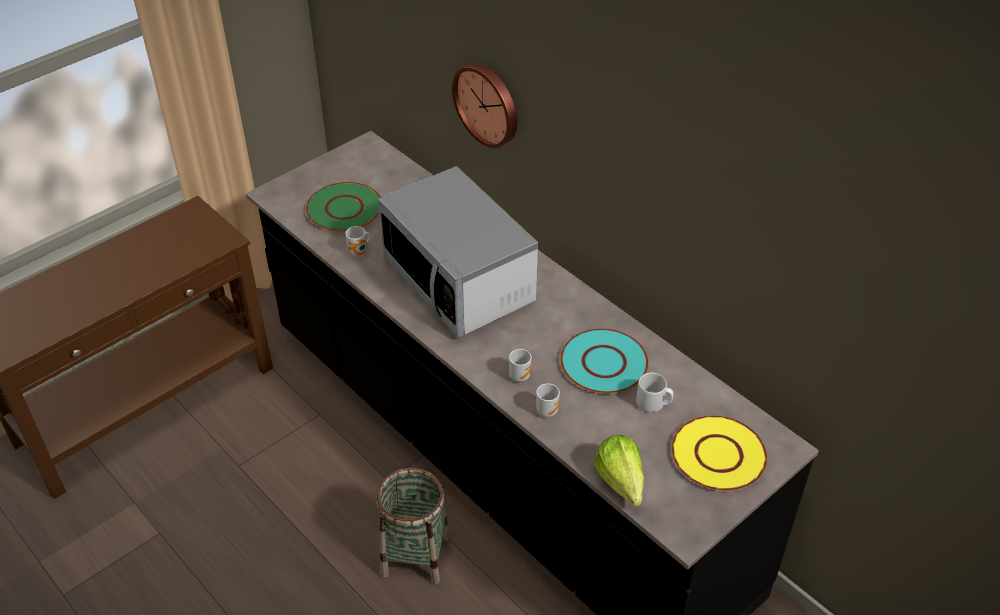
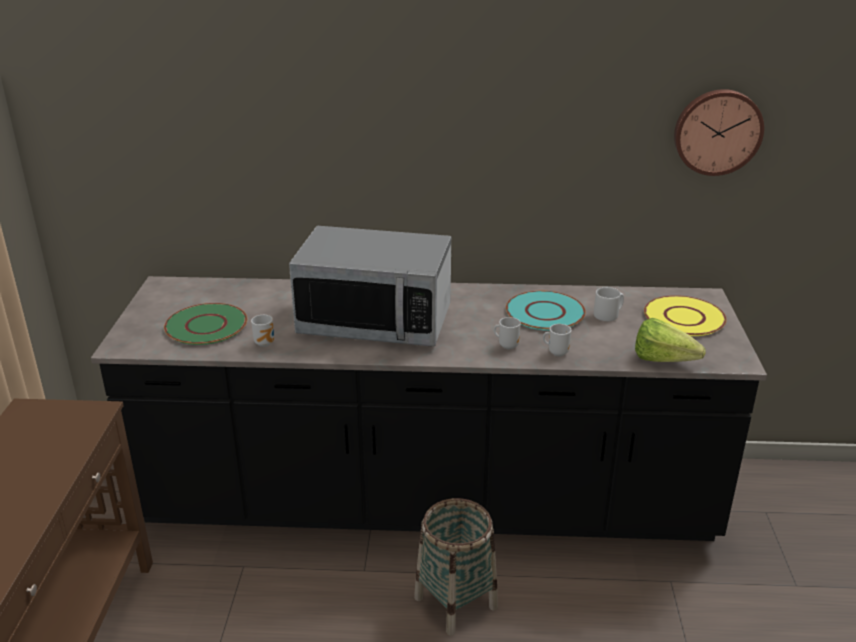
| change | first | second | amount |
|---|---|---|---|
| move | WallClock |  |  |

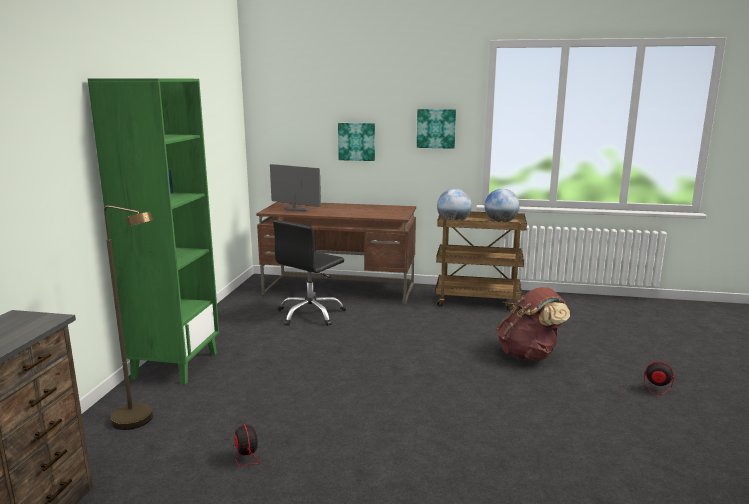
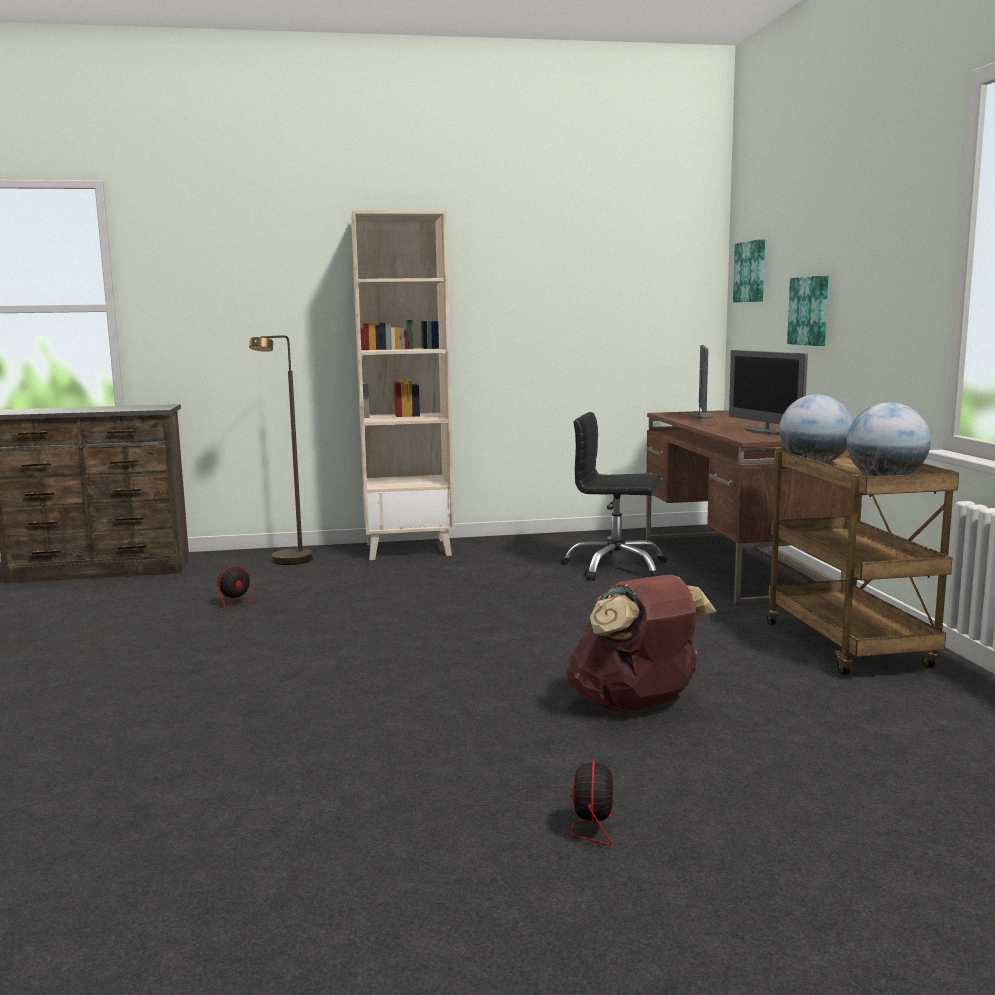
| change | first | second | amount |
|---|---|---|---|
| recolor | GreenishShelvingUnit | SandColouredShelvingUnit |  |
| move | WallPicture (2nd from left in the first image) | WallPicture (1st from left) |  |
| insert |  | Monitor (2nd from left) |  |

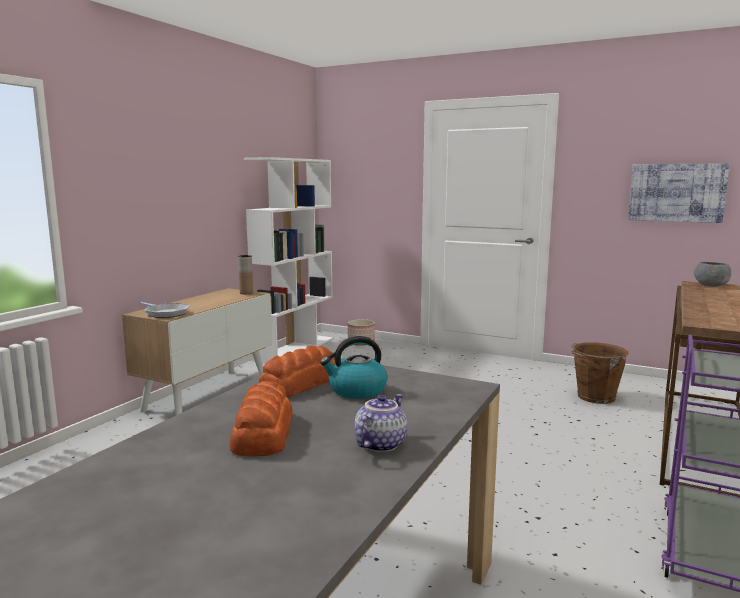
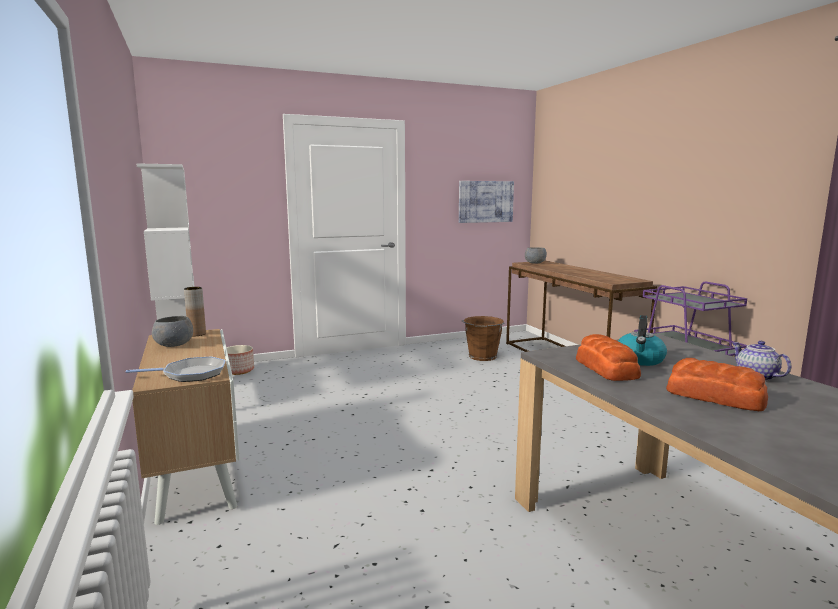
| change | first | second | amount |
|---|---|---|---|
| insert |  | GreyishDeepDish (1st from left) |  |

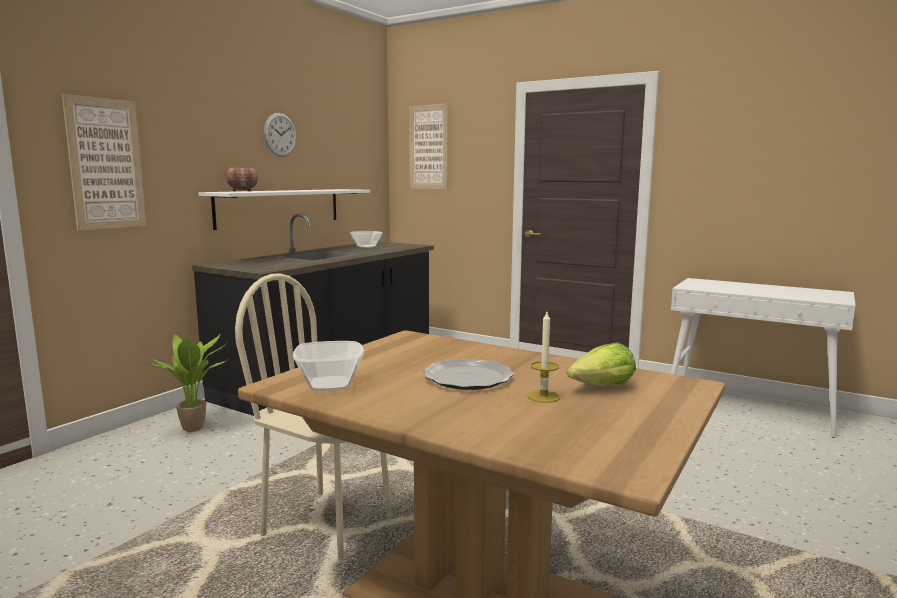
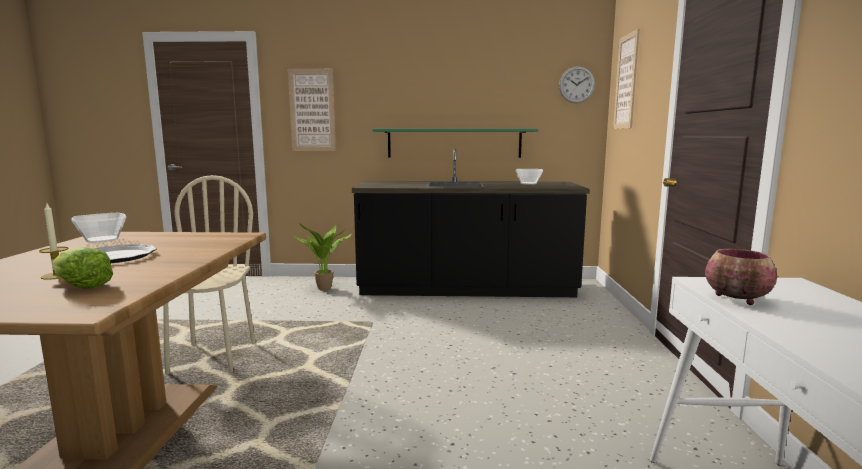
| change | first | second | amount |
|---|---|---|---|
| recolor | WhiteColouredBracketShelf | GreenishBracketShelf |  |
| move | DeepDish (1st from left in the first image) | DeepDish (3rd from left) |  |
| move | WallClock |  |  |

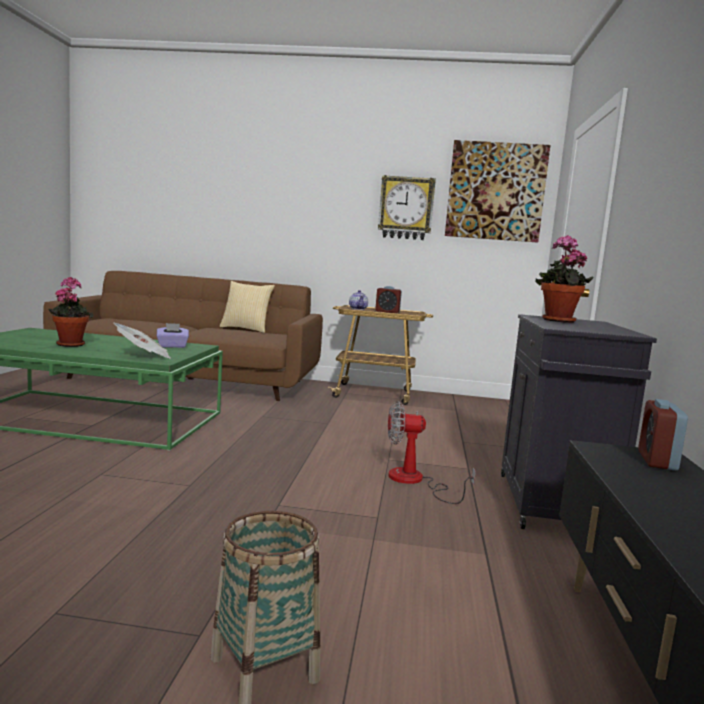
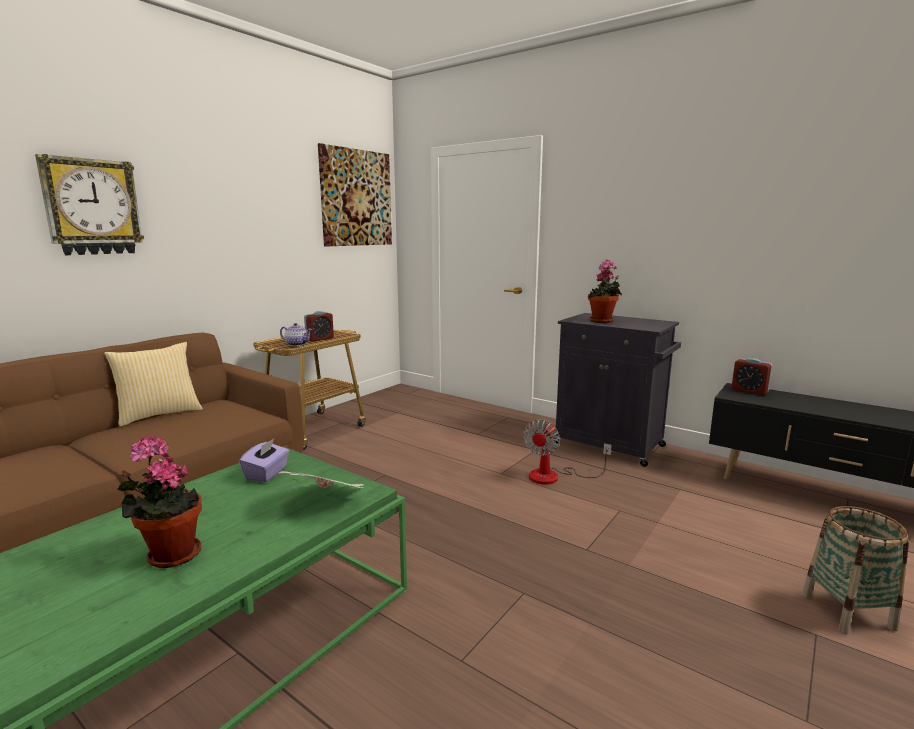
| change | first | second | amount |
|---|---|---|---|
| move | WallClock |  |  |

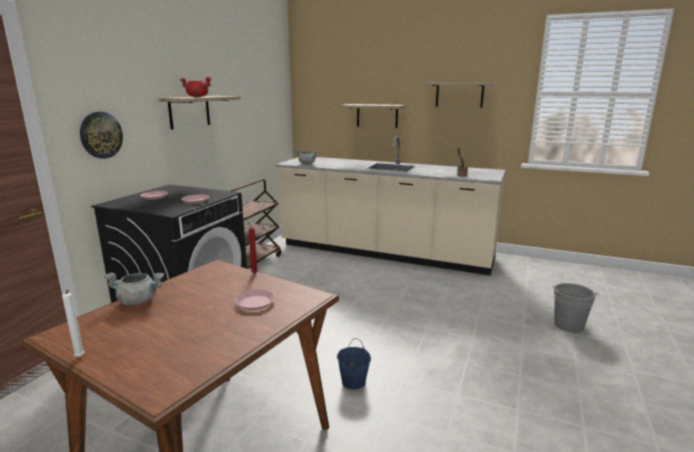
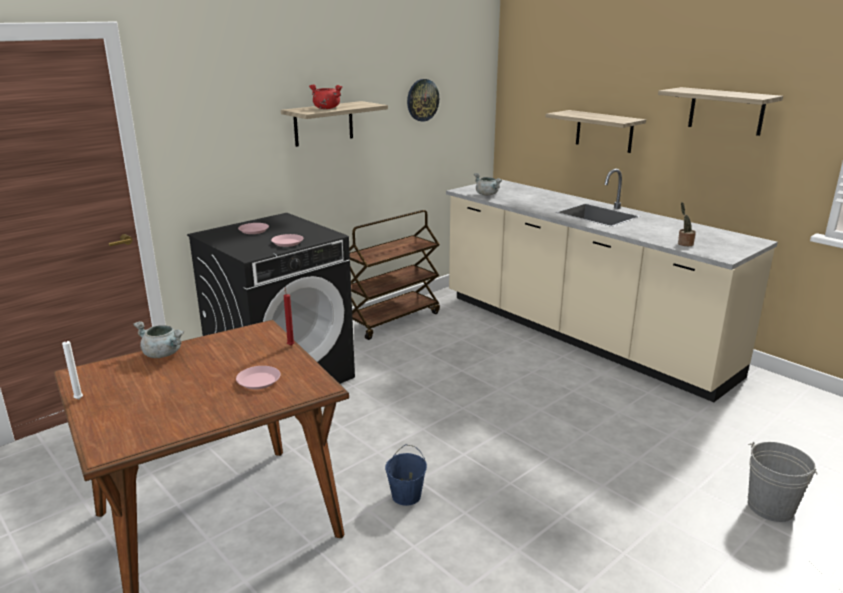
| change | first | second | amount |
|---|---|---|---|
| move | WallClock |  |  |

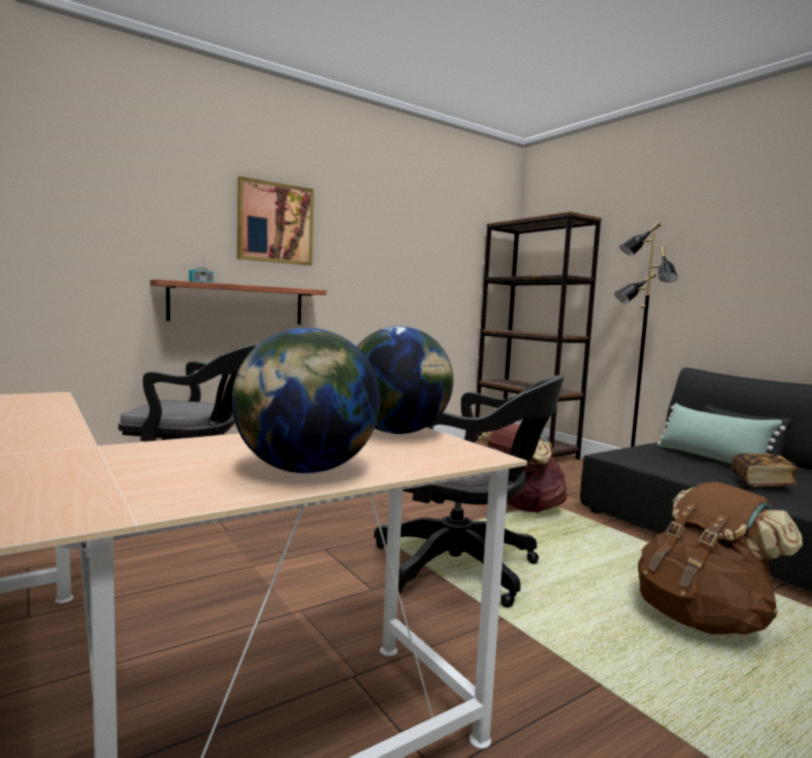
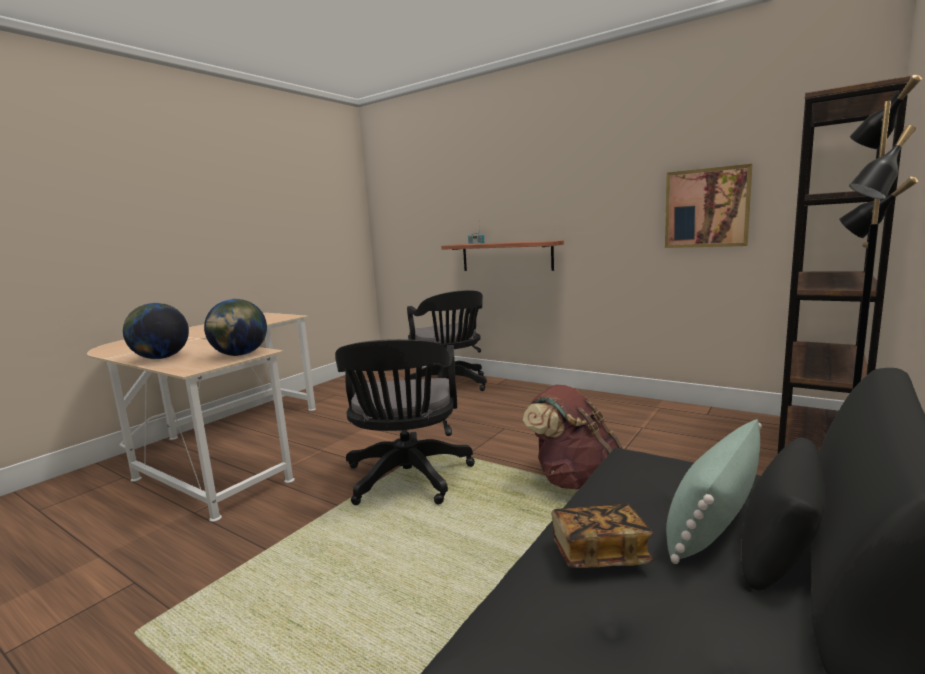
| change | first | second | amount |
|---|---|---|---|
| move | WallPicture |  |  |
| delete | BrownColouredBackpack (2nd from left) |  |  |

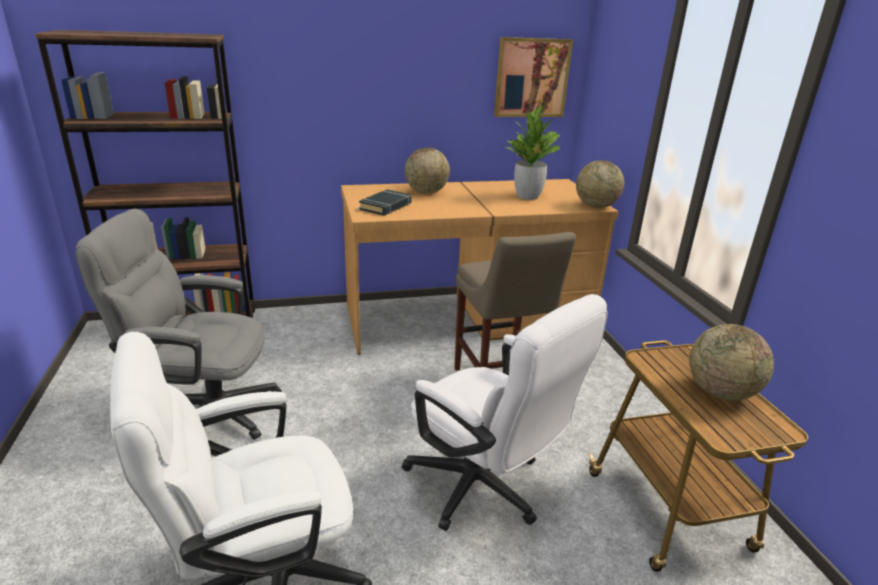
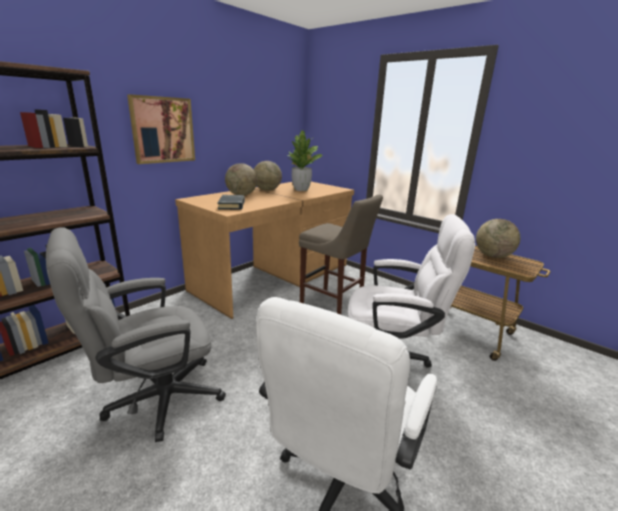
| change | first | second | amount |
|---|---|---|---|
| move | WallPicture |  |  |
| move | WorldGlobe (2nd from left) |  |  |

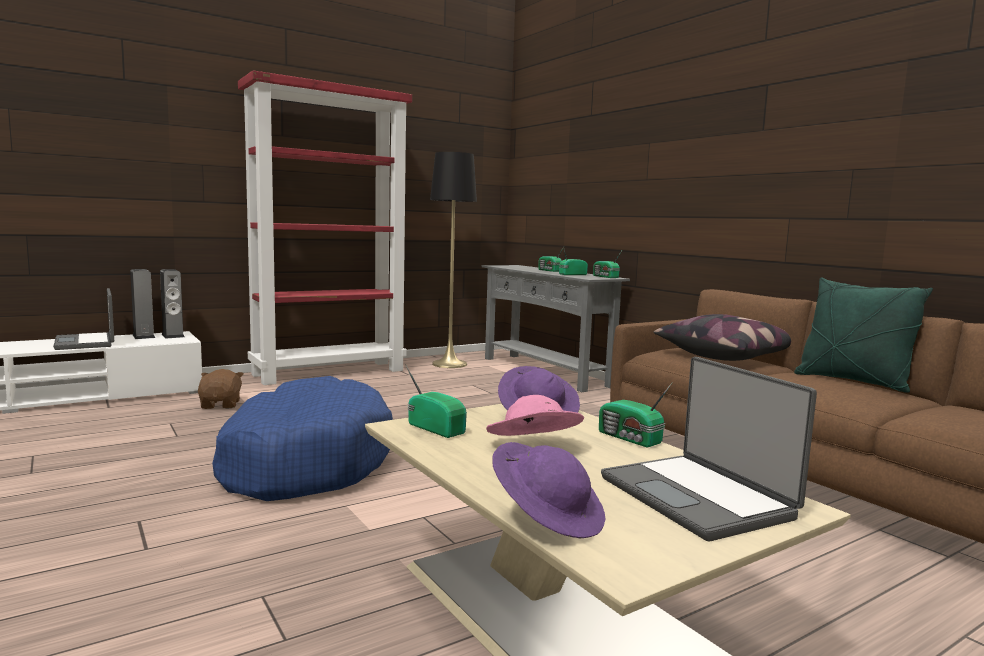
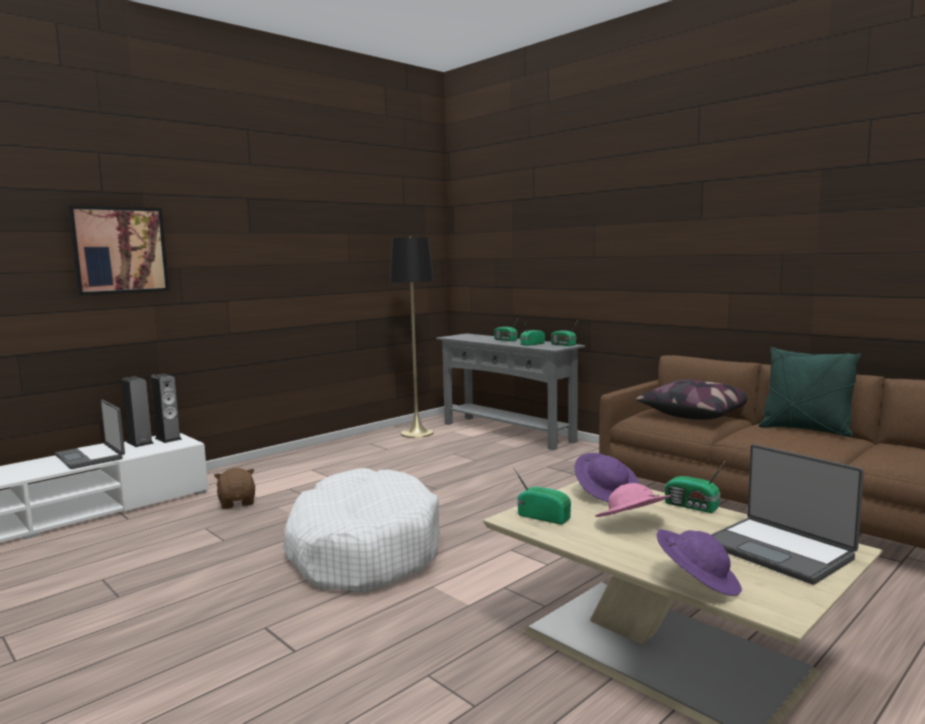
| change | first | second | amount |
|---|---|---|---|
| recolor | BlueColouredDogBed | WhiteColouredDogBed |  |
| delete | RedColouredShelvingUnit |  |  |
| insert |  | WallPicture |  |

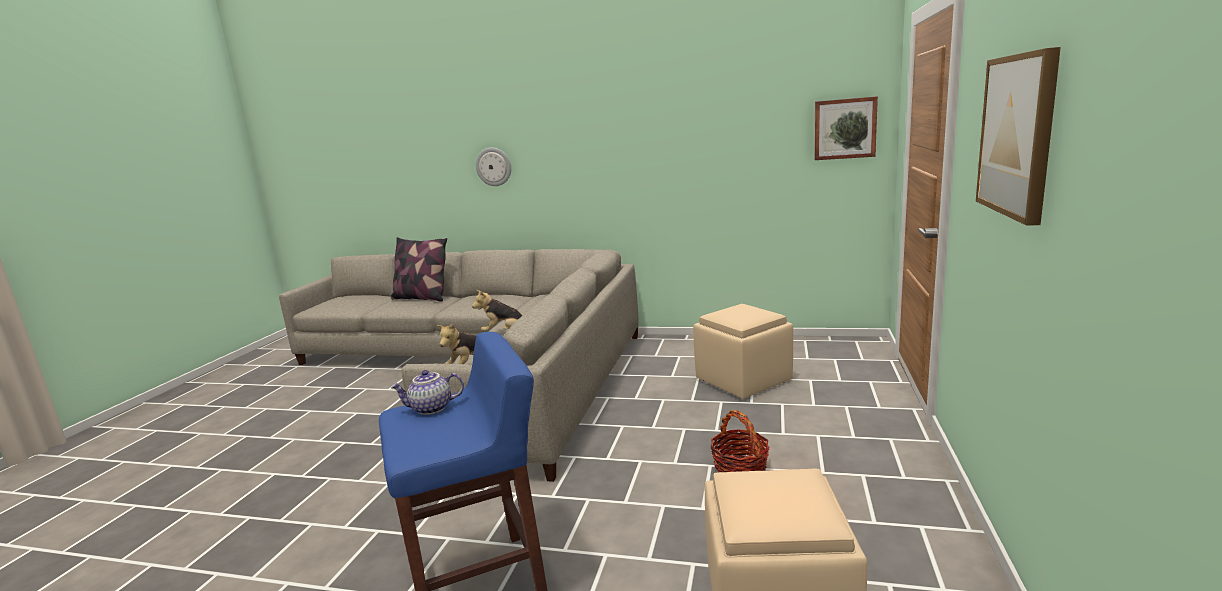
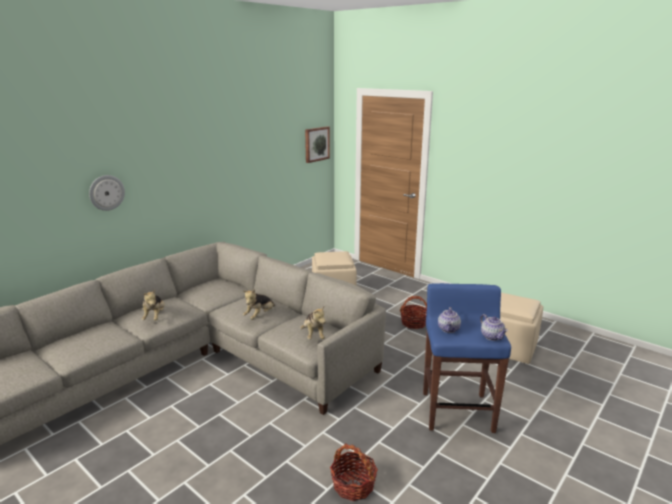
| change | first | second | amount |
|---|---|---|---|
| delete | ThrowPillow |  |  |
| delete | WallPicture (2nd from left) |  |  |
| insert |  | PlushToy (1st from left) |  |
| insert |  | HouseholdBasket (1st from left) |  |
| insert |  | Teapot (2nd from left) |  |

